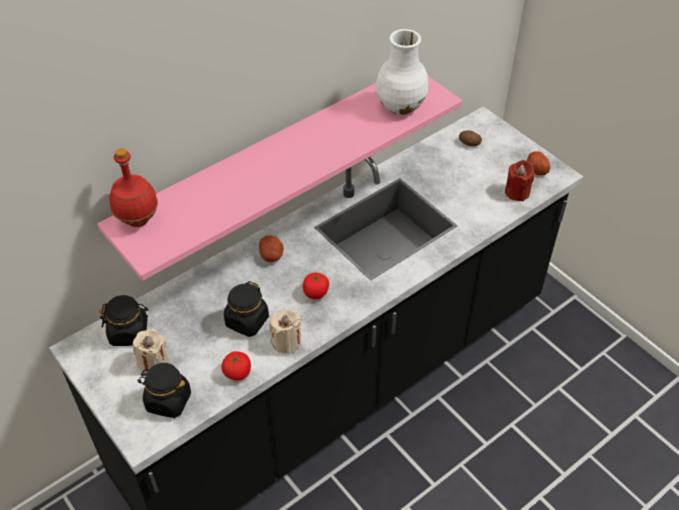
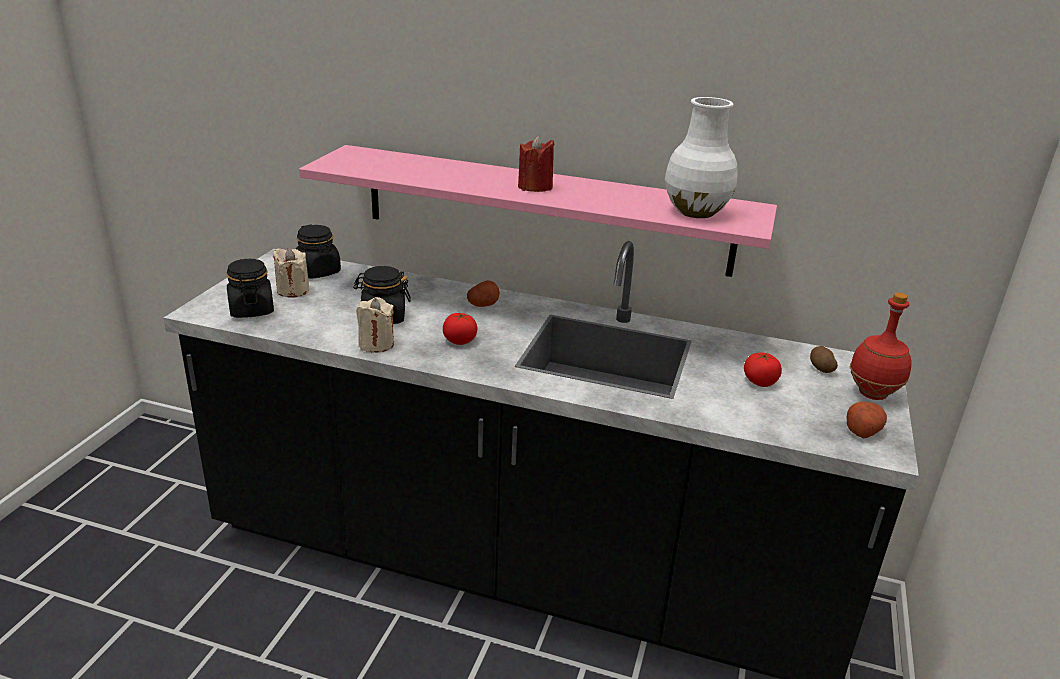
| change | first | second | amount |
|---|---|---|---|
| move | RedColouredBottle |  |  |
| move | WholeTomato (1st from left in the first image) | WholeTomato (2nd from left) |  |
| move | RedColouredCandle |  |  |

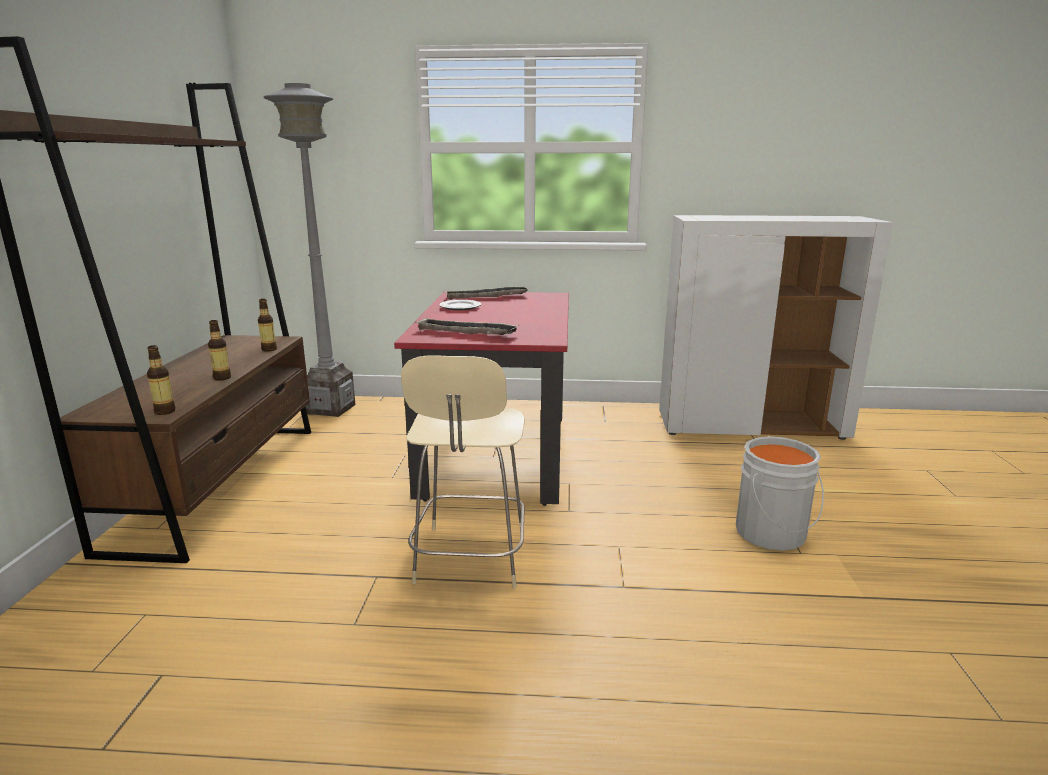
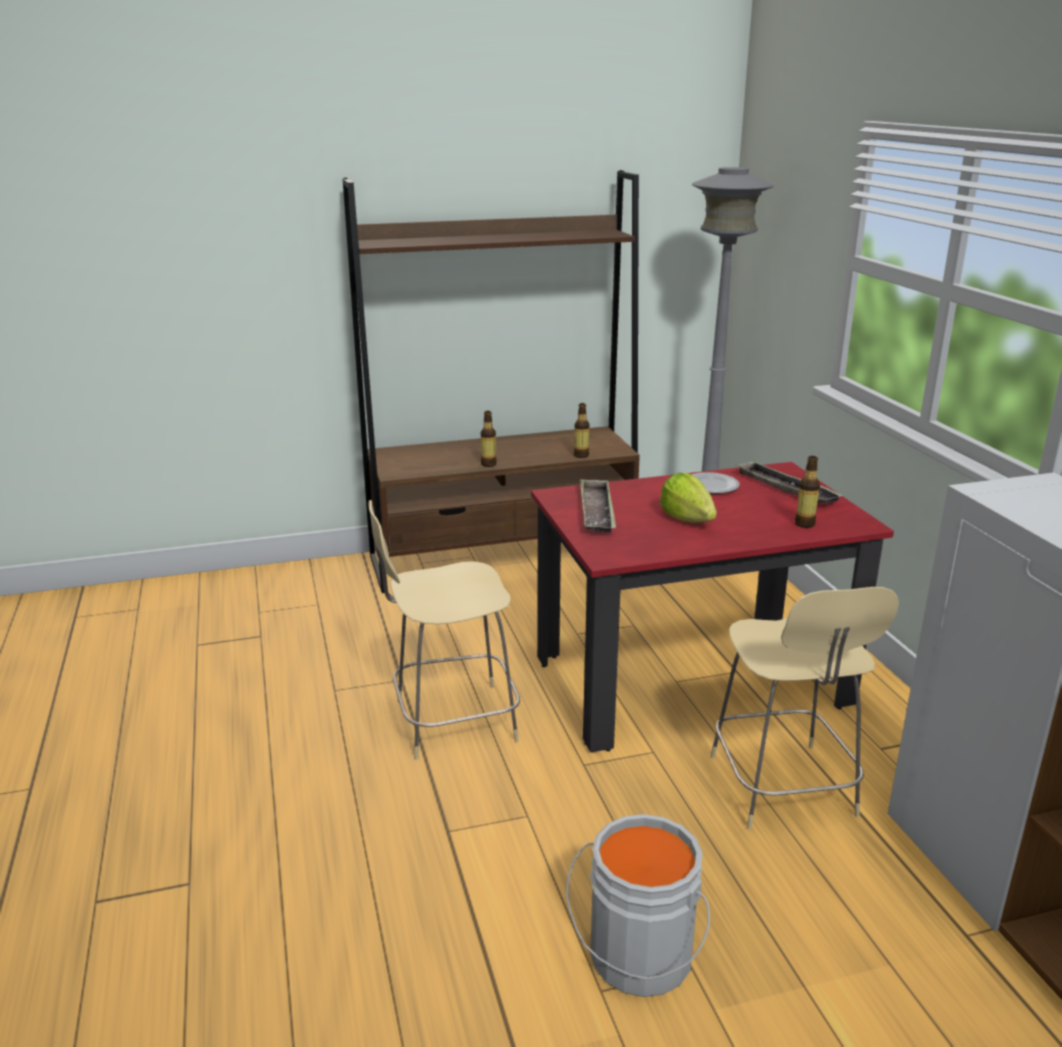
| change | first | second | amount |
|---|---|---|---|
| move | Bottle (1st from left in the first image) | Bottle (3rd from left) |  |
| insert |  | HeadOfLettuce |  |
| insert |  | SandColouredChair (2nd from left) |  |

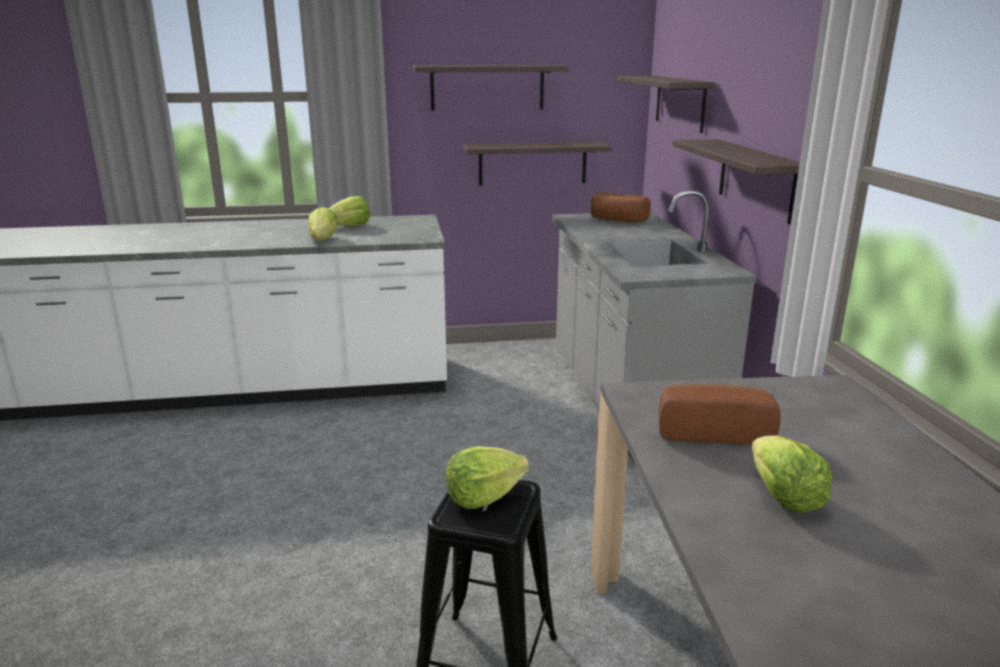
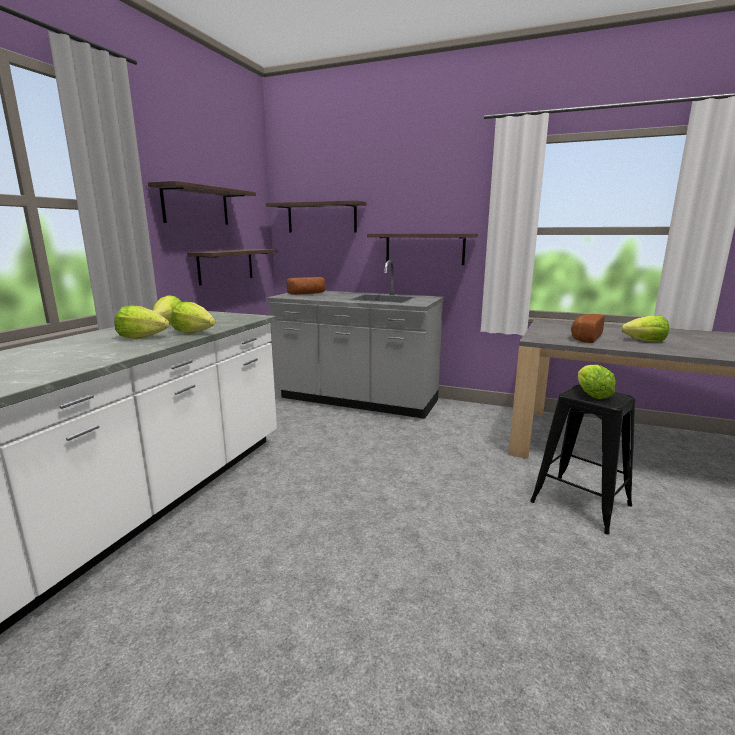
| change | first | second | amount |
|---|---|---|---|
| insert |  | HeadOfLettuce (1st from left) |  |

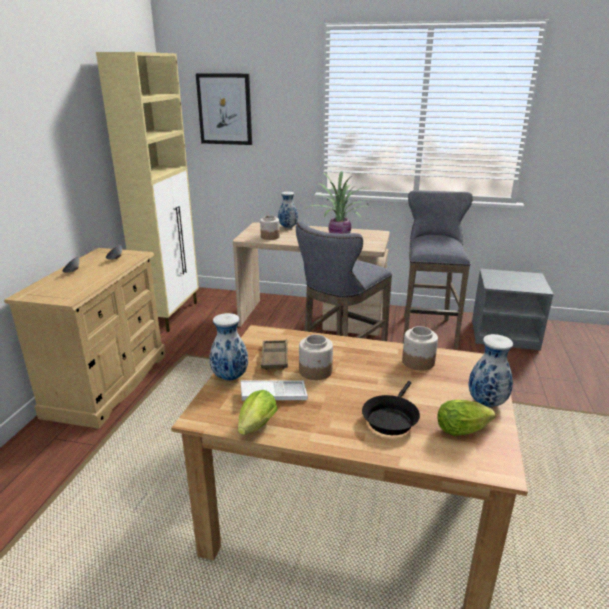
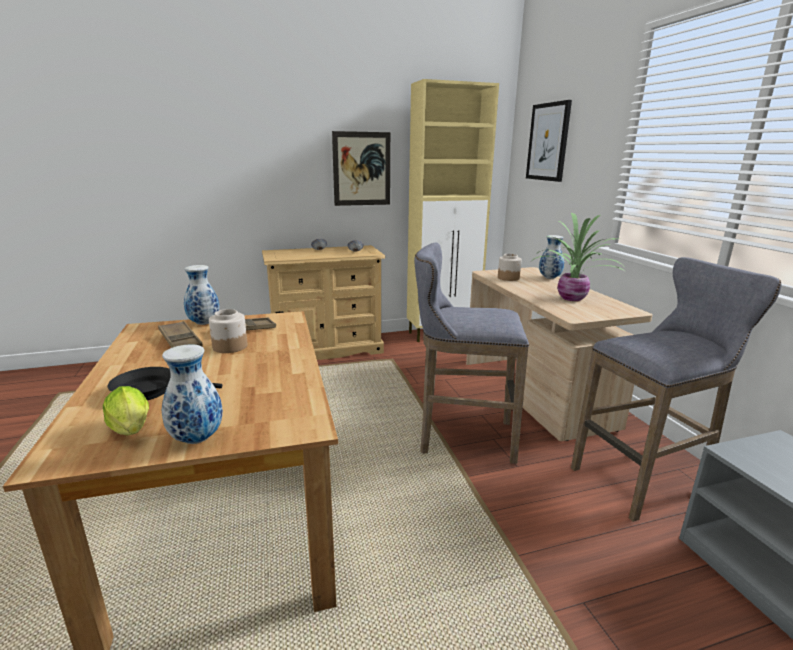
| change | first | second | amount |
|---|---|---|---|
| delete | HeadOfLettuce (1st from left) |  |  |
| recolor | WhiteColouredTray | BrownColouredTray (1st from left) |  |
| delete | Jar (3rd from left) |  |  |
| insert |  | WallPicture (1st from left) |  |

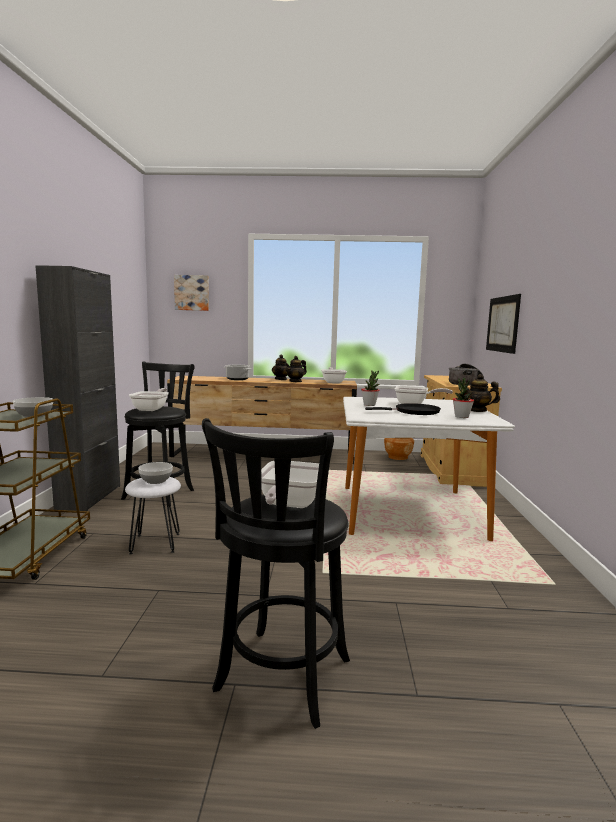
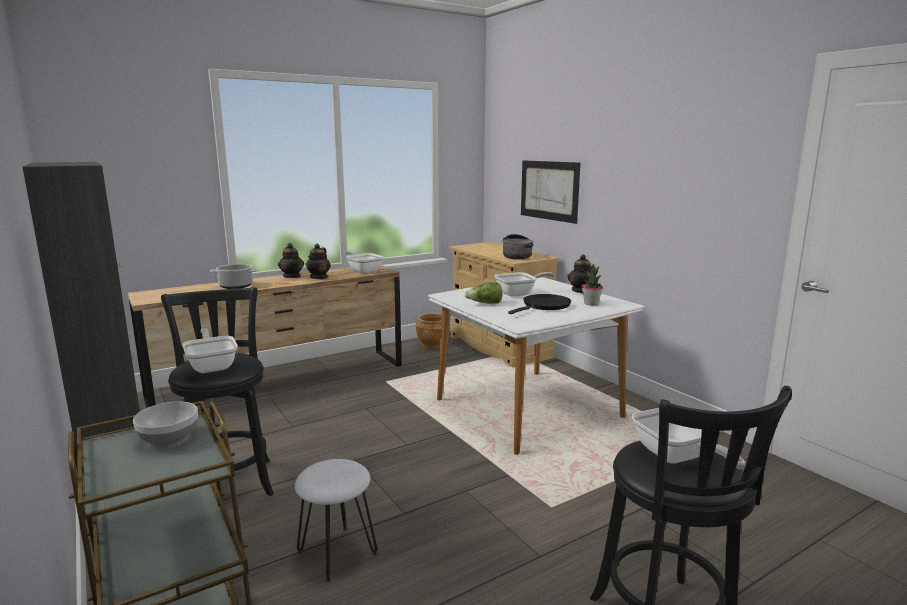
| change | first | second | amount |
|---|---|---|---|
| delete | DeepDish (2nd from left) |  |  |
| delete | WallPicture (1st from left) |  |  |
| replace | PottedPlant (1st from left) | HeadOfLettuce |  |
| rotate | Teapot (3rd from left) |  | 75 degrees counterclockwise |

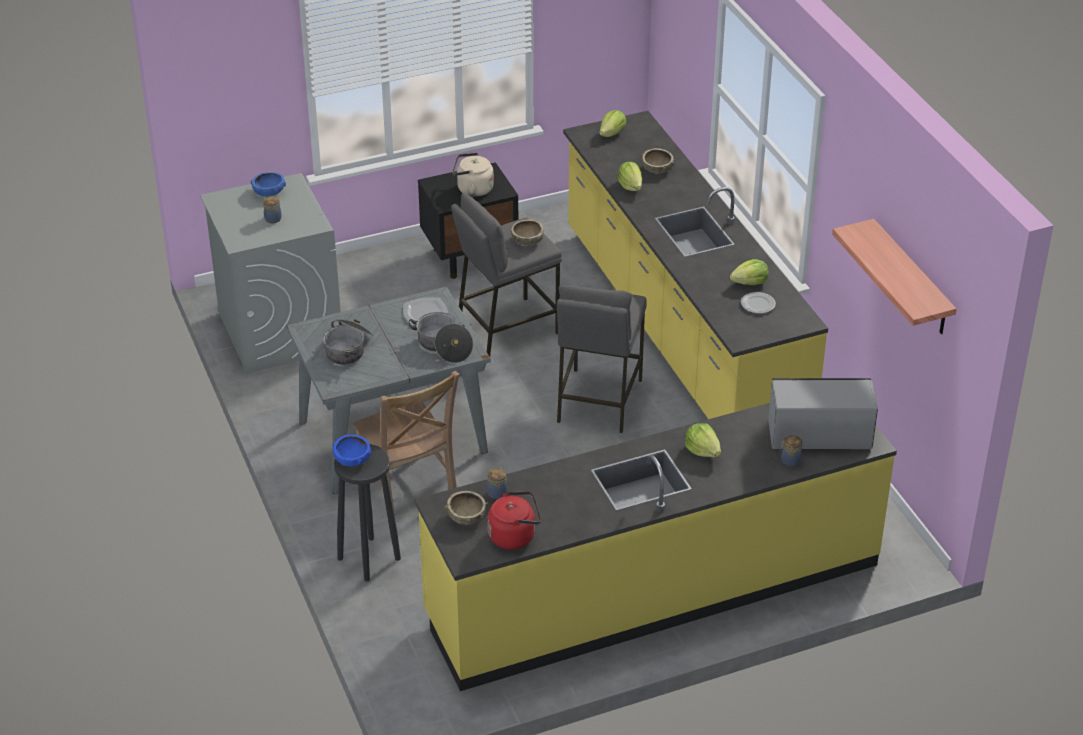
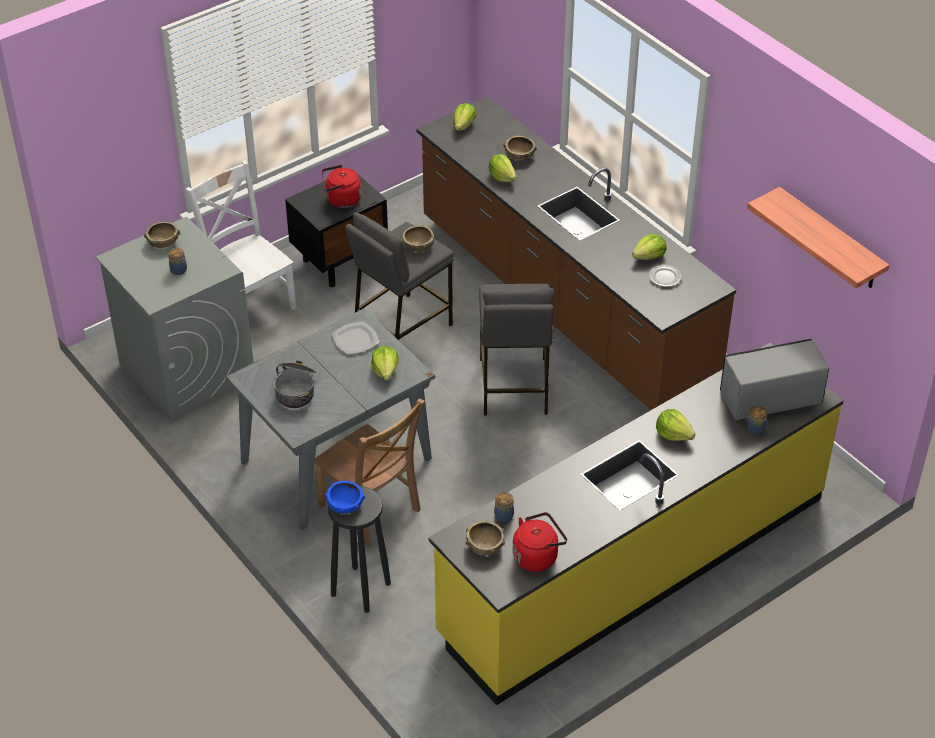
| change | first | second | amount |
|---|---|---|---|
| recolor | BlueColouredDeepDish (1st from left) | BrownColouredDeepDish (1st from left) |  |
| replace | Stockpot (2nd from left) | HeadOfLettuce (1st from left) |  |
| recolor | SandColouredTeaKettle | RedColouredTeaKettle (1st from left) |  |
| recolor | YellowKitchenCounter (2nd from left) | BrownColouredKitchenCounter |  |
| insert |  | WhiteColouredChair |  |

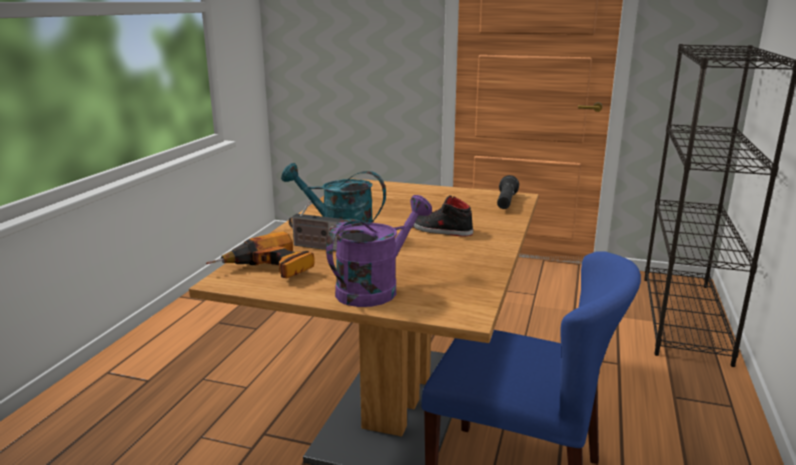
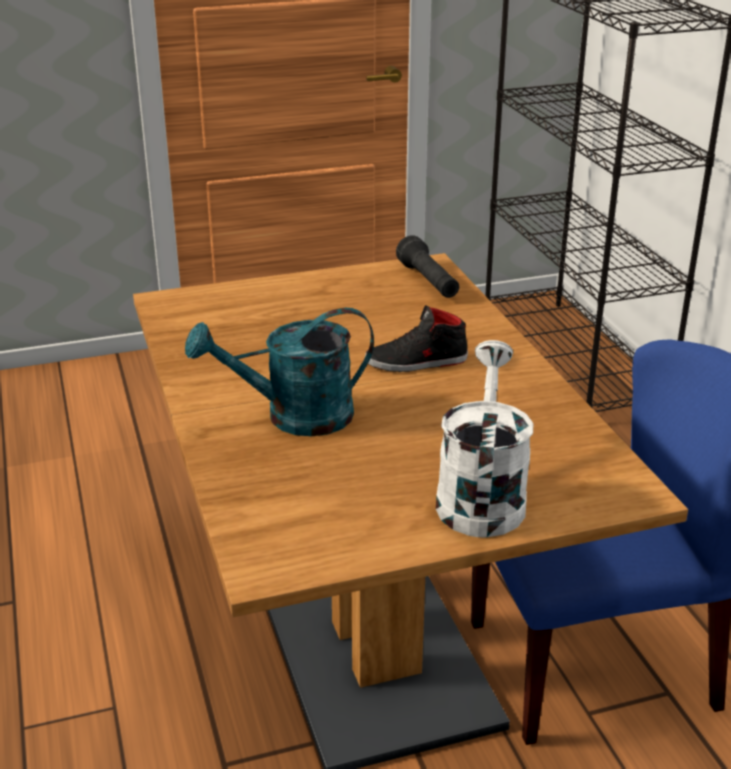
| change | first | second | amount |
|---|---|---|---|
| delete | PowerDrill |  |  |
| delete | RadioReceiver |  |  |
| recolor | PurpleWateringCan | WhiteColouredWateringCan |  |

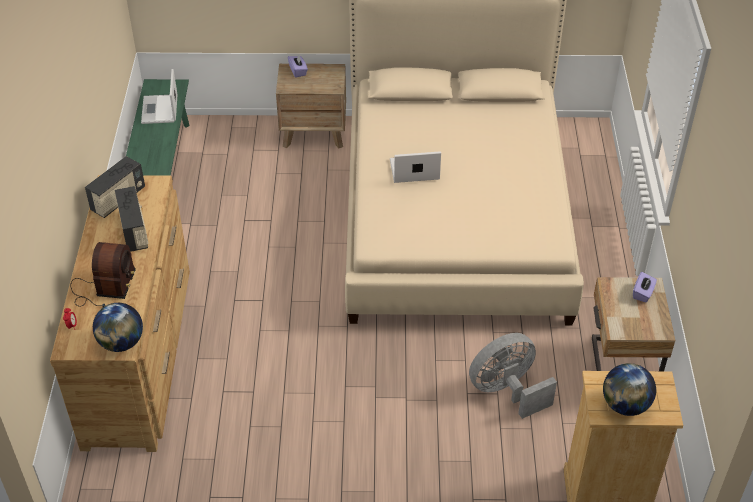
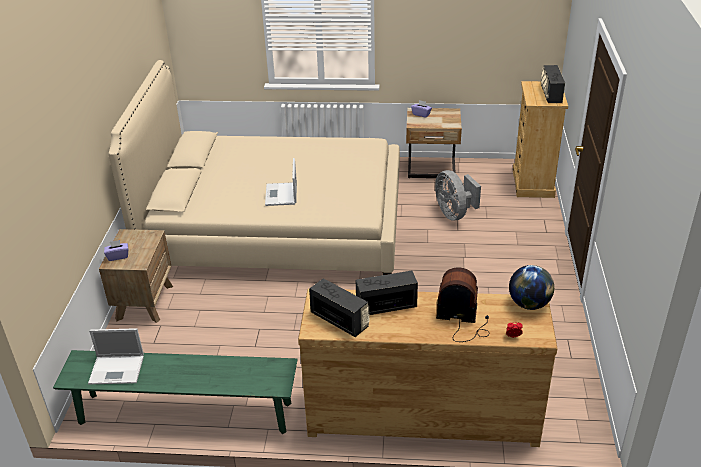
| change | first | second | amount |
|---|---|---|---|
| replace | WorldGlobe (2nd from left) | RadioReceiver (4th from left) |  |

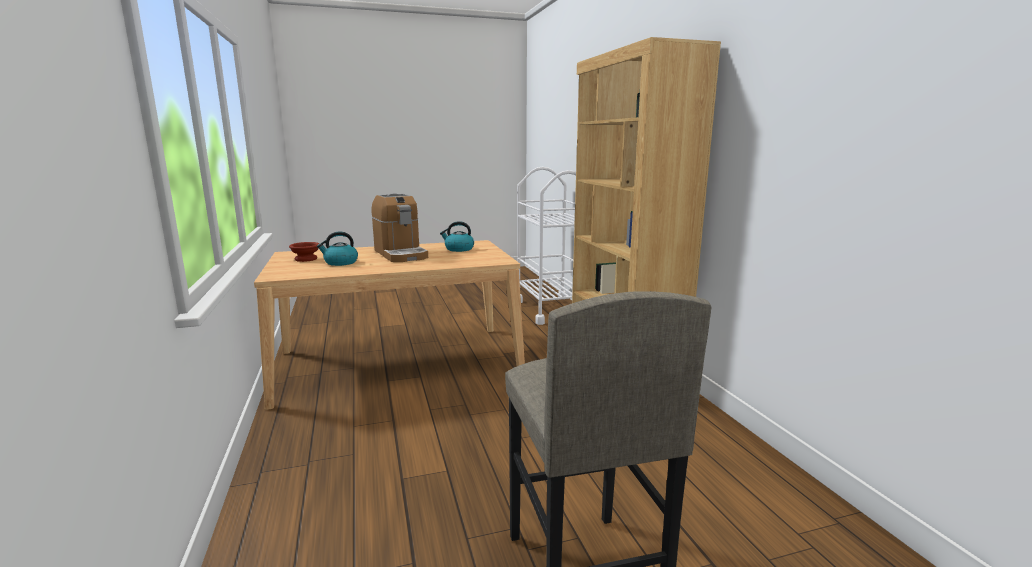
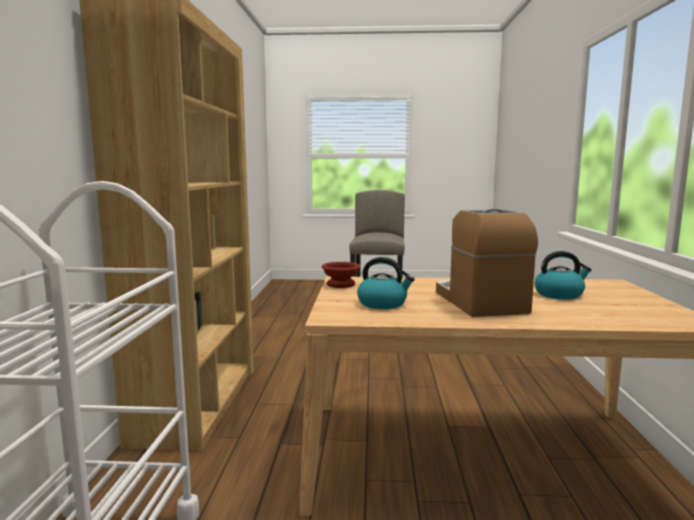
| change | first | second | amount |
|---|---|---|---|
| move | BrownColouredDeepDish |  |  |

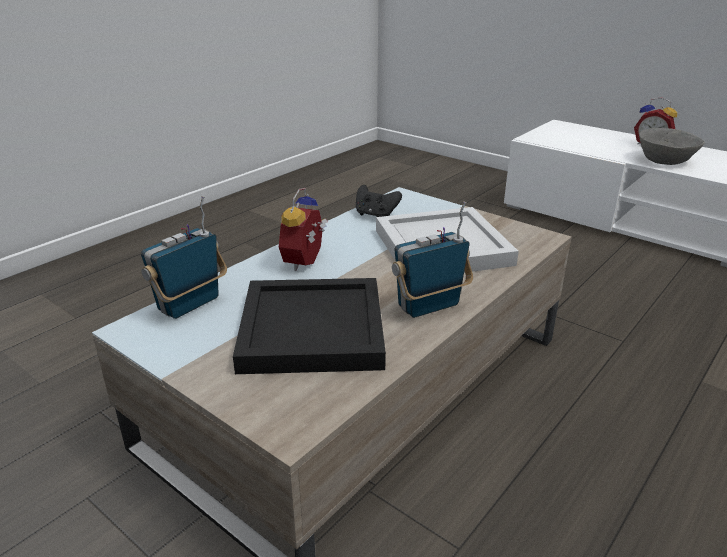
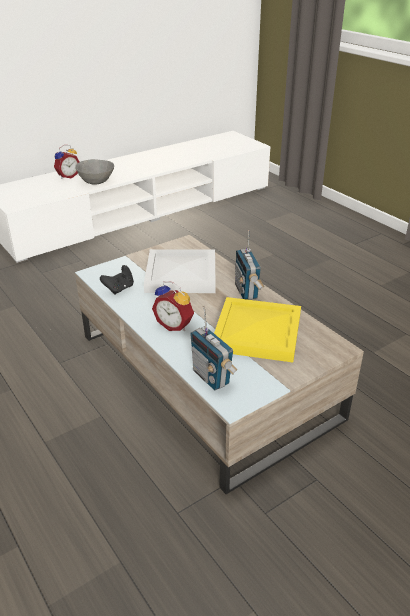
| change | first | second | amount |
|---|---|---|---|
| recolor | BlackColouredTray | YellowTray |  |

